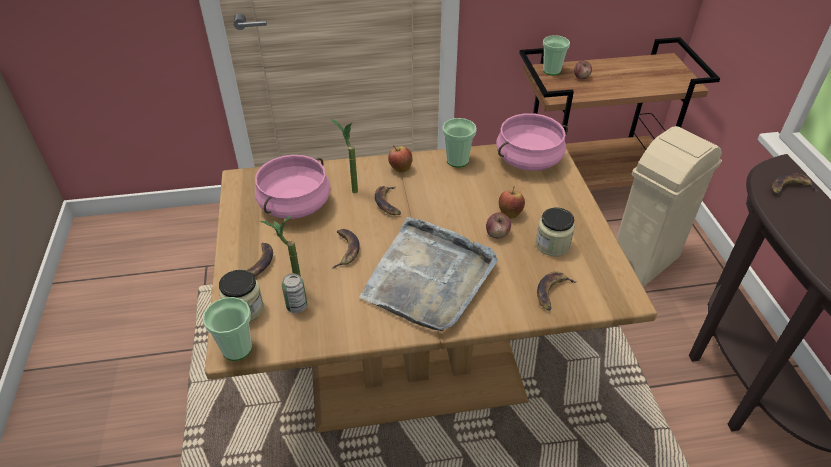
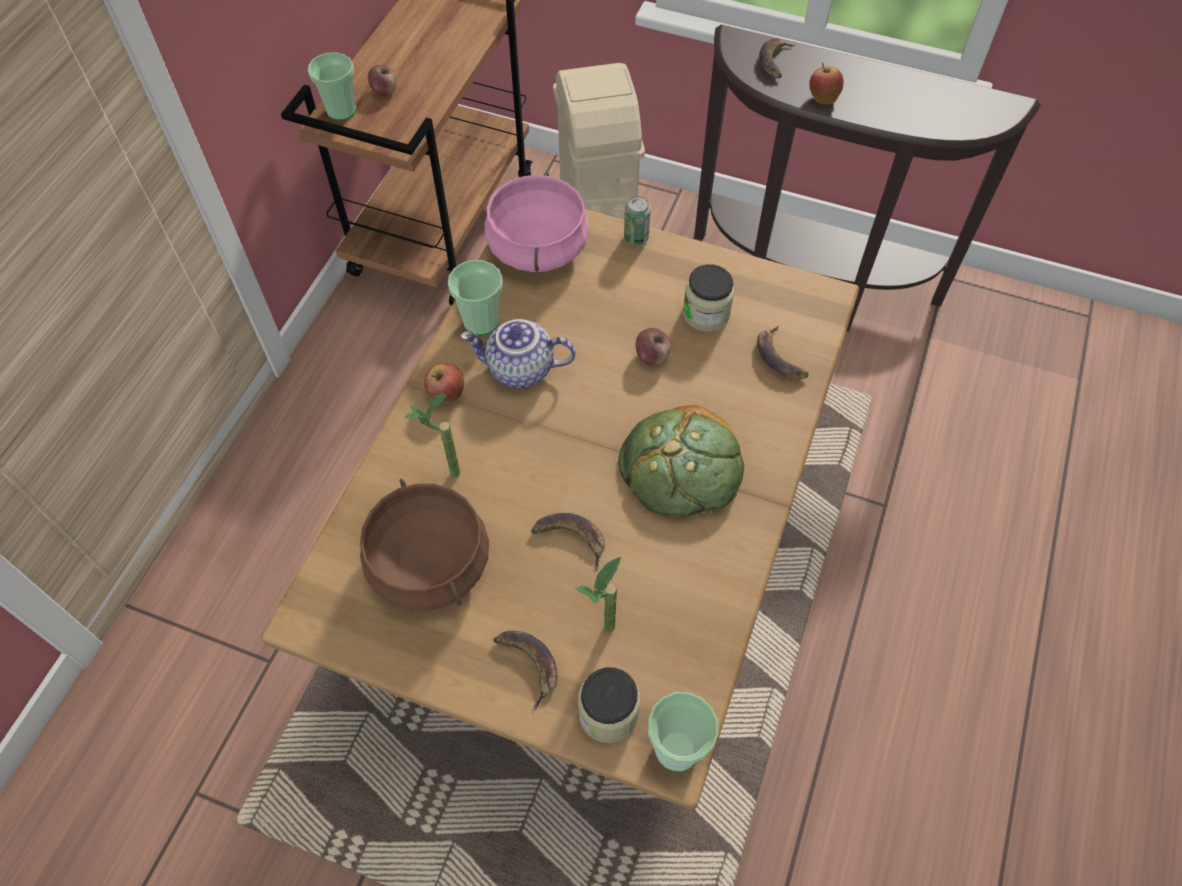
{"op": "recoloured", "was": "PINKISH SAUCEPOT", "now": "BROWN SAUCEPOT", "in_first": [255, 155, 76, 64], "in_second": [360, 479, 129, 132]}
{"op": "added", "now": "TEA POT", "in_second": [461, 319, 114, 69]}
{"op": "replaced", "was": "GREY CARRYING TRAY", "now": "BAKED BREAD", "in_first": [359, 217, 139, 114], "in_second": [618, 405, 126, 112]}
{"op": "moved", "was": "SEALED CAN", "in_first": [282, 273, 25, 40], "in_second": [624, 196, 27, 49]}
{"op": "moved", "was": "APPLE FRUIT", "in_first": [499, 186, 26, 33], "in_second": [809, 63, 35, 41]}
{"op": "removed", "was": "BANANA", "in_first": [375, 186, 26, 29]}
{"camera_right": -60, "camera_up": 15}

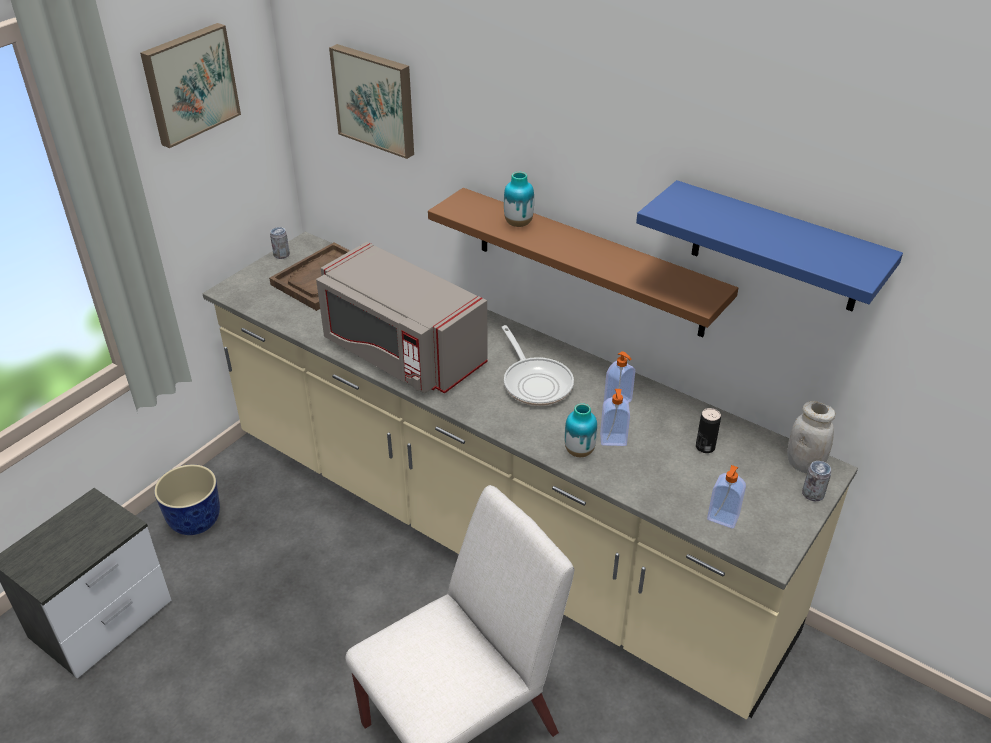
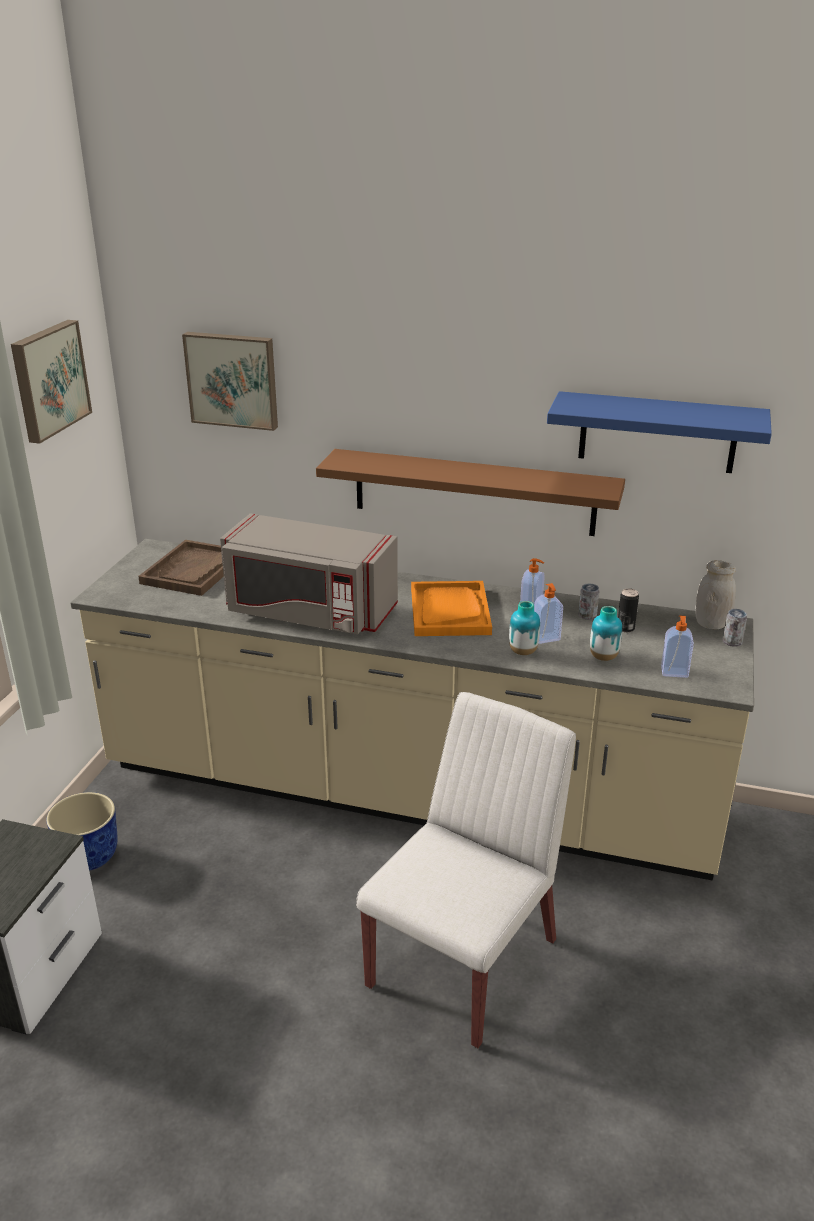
{"op": "replaced", "was": "FRYING PAN", "now": "ORANGEY CARRYING TRAY", "in_first": [502, 325, 72, 81], "in_second": [411, 581, 81, 55]}
{"op": "moved", "was": "SEALED CAN", "in_first": [270, 227, 20, 32], "in_second": [578, 583, 21, 37]}
{"op": "moved", "was": "FLOWER VASE", "in_first": [504, 172, 30, 55], "in_second": [590, 606, 32, 55]}
{"camera_right": -20, "camera_up": -10}

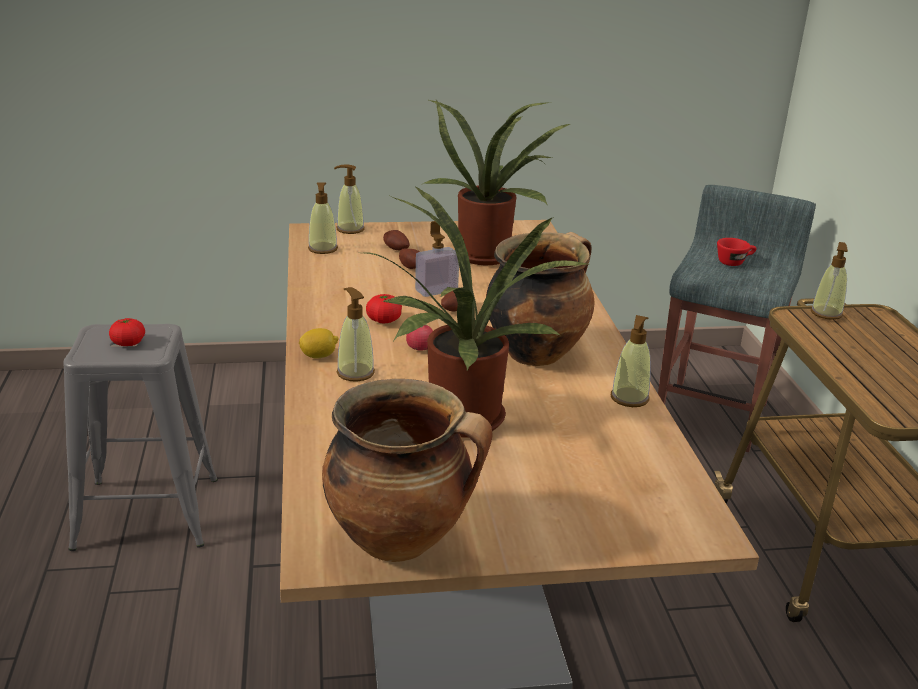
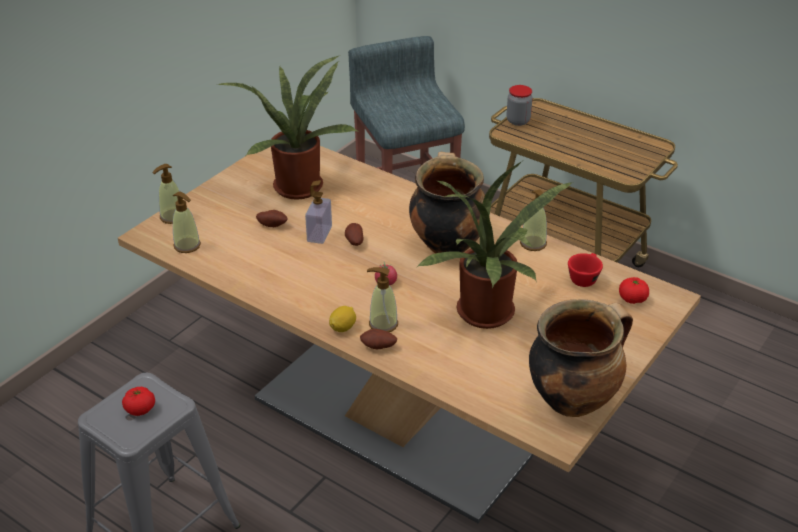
{"op": "moved", "was": "WHOLE POTATO", "in_first": [383, 230, 26, 21], "in_second": [360, 329, 37, 20]}
{"op": "replaced", "was": "SOAP BOTTLE", "now": "PRESERVE JAR", "in_first": [811, 242, 37, 78], "in_second": [506, 85, 27, 41]}
{"op": "moved", "was": "REDDISH CUP", "in_first": [717, 238, 40, 28], "in_second": [568, 253, 35, 34]}
{"op": "moved", "was": "TOMATO", "in_first": [366, 294, 36, 29], "in_second": [619, 277, 30, 27]}
{"camera_right": -45, "camera_up": 10}

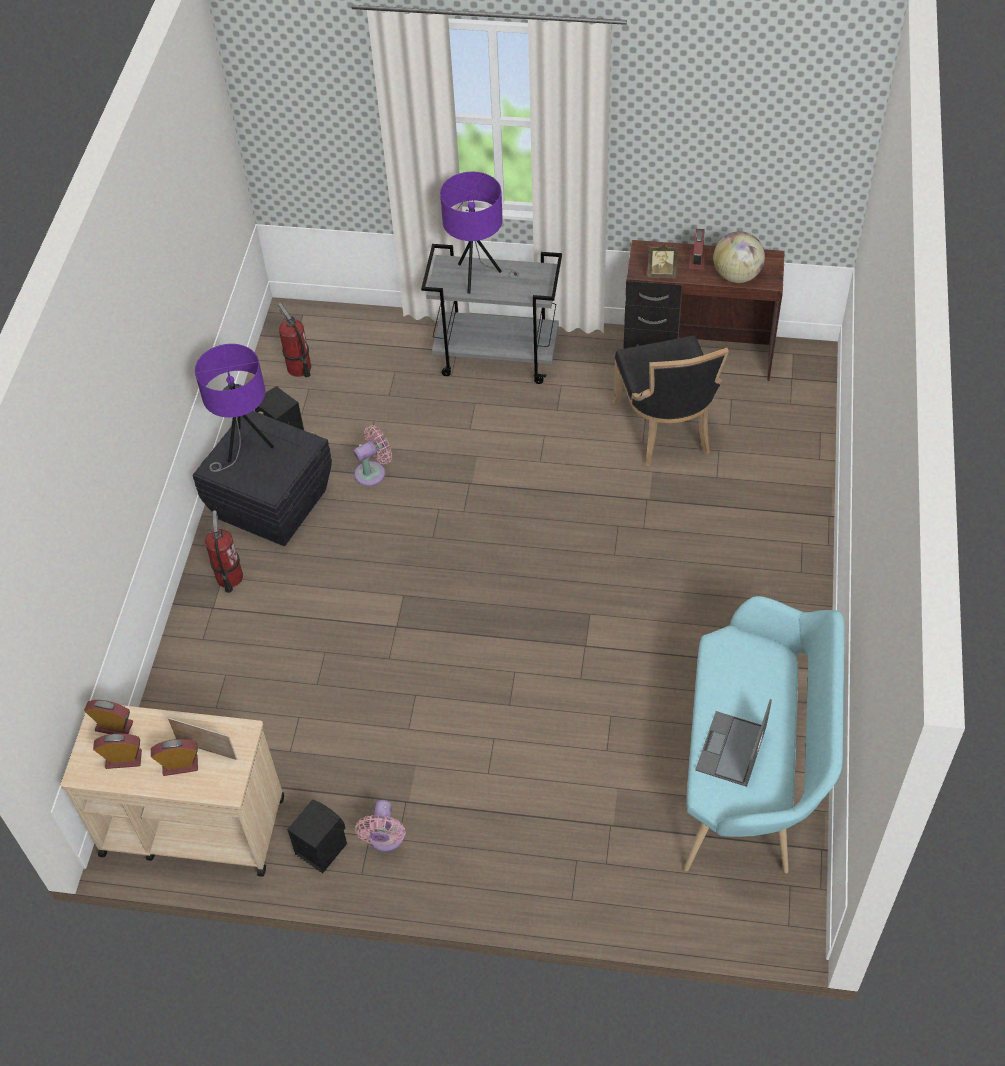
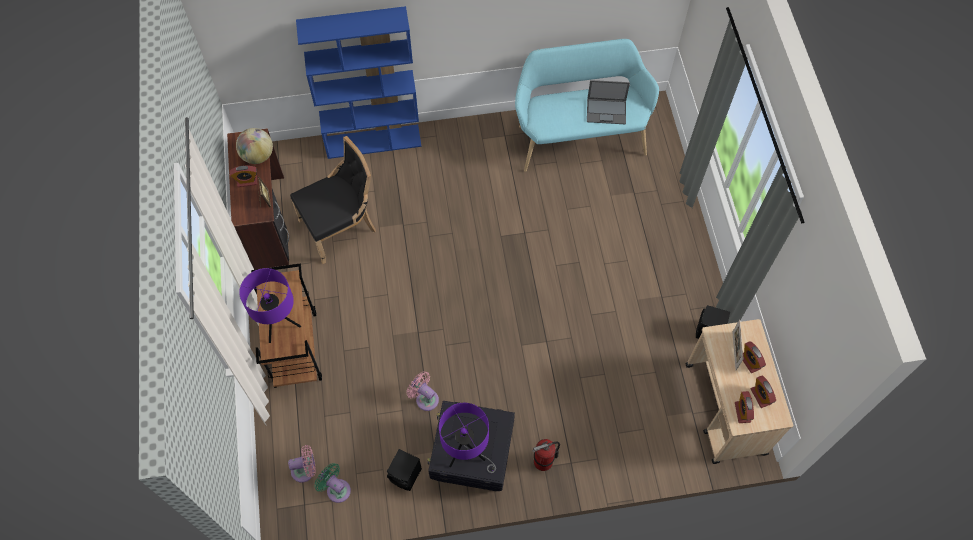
{"op": "recoloured", "was": "GREY TROLLEY", "now": "BROWN TROLLEY", "in_first": [421, 244, 141, 140], "in_second": [251, 263, 71, 125]}
{"op": "moved", "was": "PINKISH COOLING FAN", "in_first": [355, 800, 51, 52], "in_second": [288, 445, 28, 38]}
{"op": "added", "now": "BLUE-COLOURED BOOKSHELF", "in_second": [296, 6, 126, 153]}
{"op": "replaced", "was": "FIRE-FIGHTING CYLINDER", "now": "GREENISH COOLING FAN", "in_first": [278, 303, 33, 74], "in_second": [314, 463, 37, 40]}
{"camera_right": -110, "camera_up": 10}

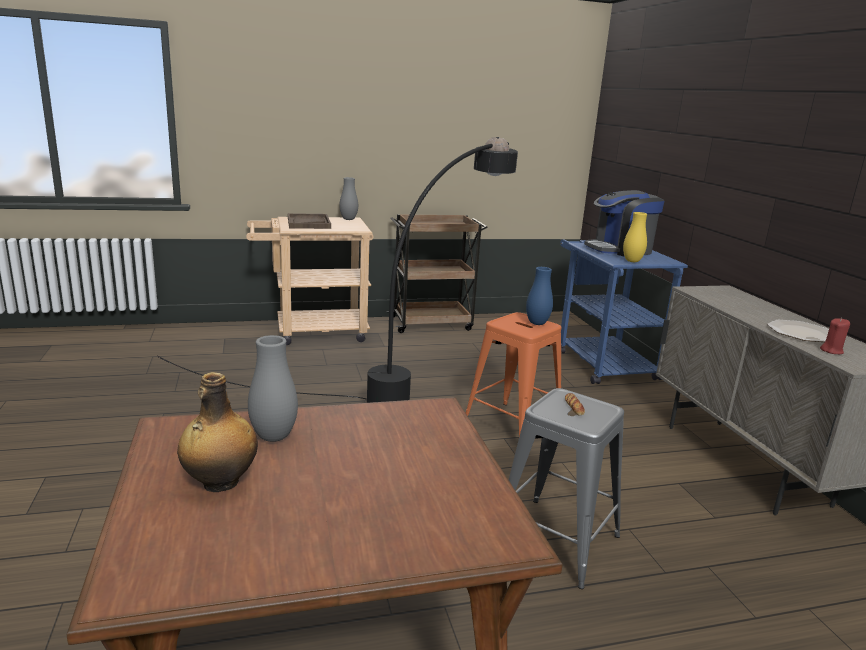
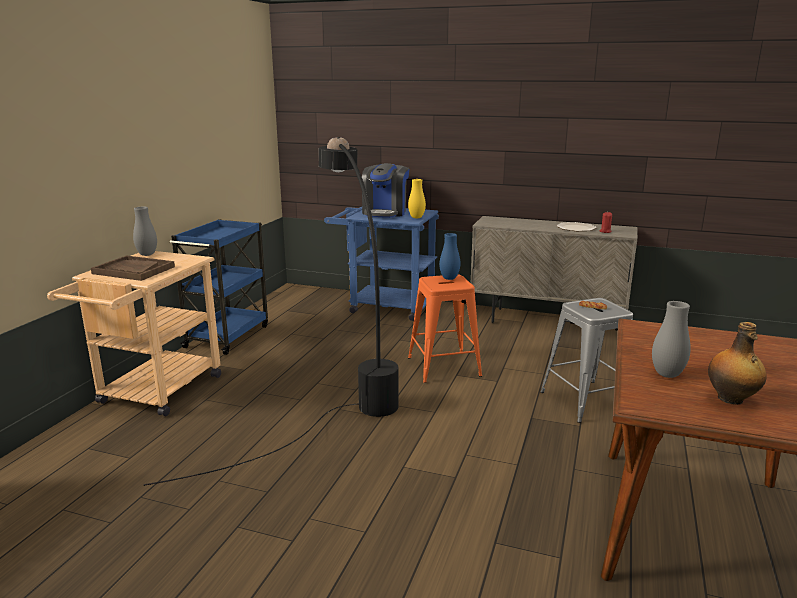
{"op": "recoloured", "was": "BROWN TROLLEY", "now": "BLUE-COLOURED TROLLEY", "in_first": [387, 214, 101, 119], "in_second": [170, 219, 98, 136]}
{"camera_right": -55, "camera_up": 0}

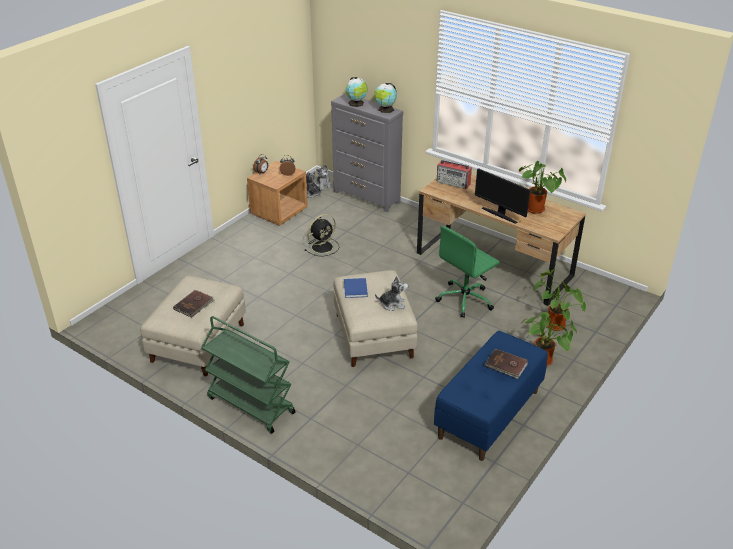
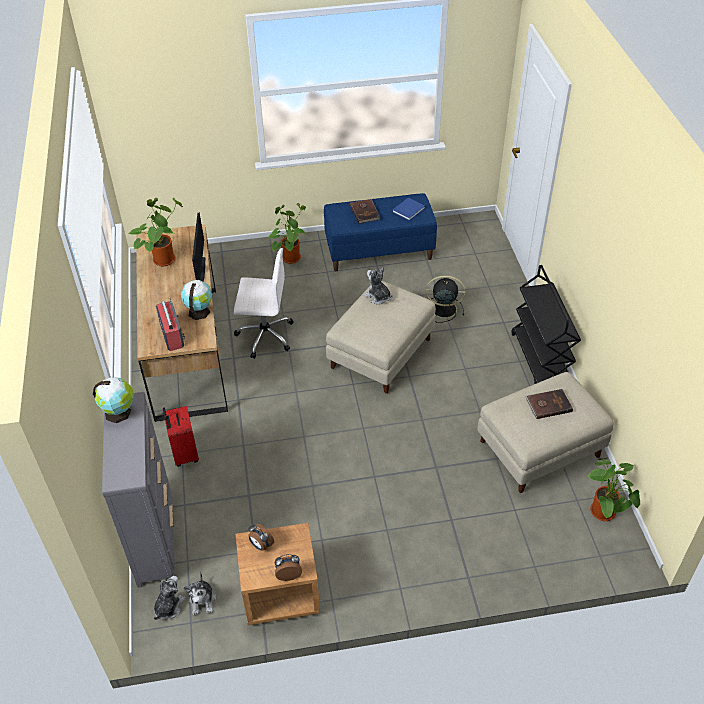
{"op": "added", "now": "REDDISH TRAVEL CASE", "in_second": [163, 406, 36, 61]}
{"op": "moved", "was": "DESK GLOBE", "in_first": [346, 77, 22, 30], "in_second": [181, 280, 32, 40]}
{"op": "recoloured", "was": "GREENISH COMPUTER CHAIR", "now": "WHITE-COLOURED COMPUTER CHAIR", "in_first": [435, 226, 65, 92], "in_second": [234, 248, 60, 111]}
{"op": "moved", "was": "BLUE-COLOURED BOOK", "in_first": [344, 278, 24, 20], "in_second": [392, 198, 33, 23]}
{"op": "moved", "was": "BLACKISH COOLING FAN", "in_first": [305, 214, 34, 42], "in_second": [426, 275, 39, 48]}
{"op": "recoloured", "was": "GREENISH TROLLEY", "now": "BLACKISH TROLLEY", "in_first": [201, 316, 95, 118], "in_second": [511, 265, 70, 119]}
{"op": "moved", "was": "HOUSEPLANT", "in_first": [534, 269, 52, 62], "in_second": [587, 458, 53, 63]}
{"camera_right": -135, "camera_up": 10}

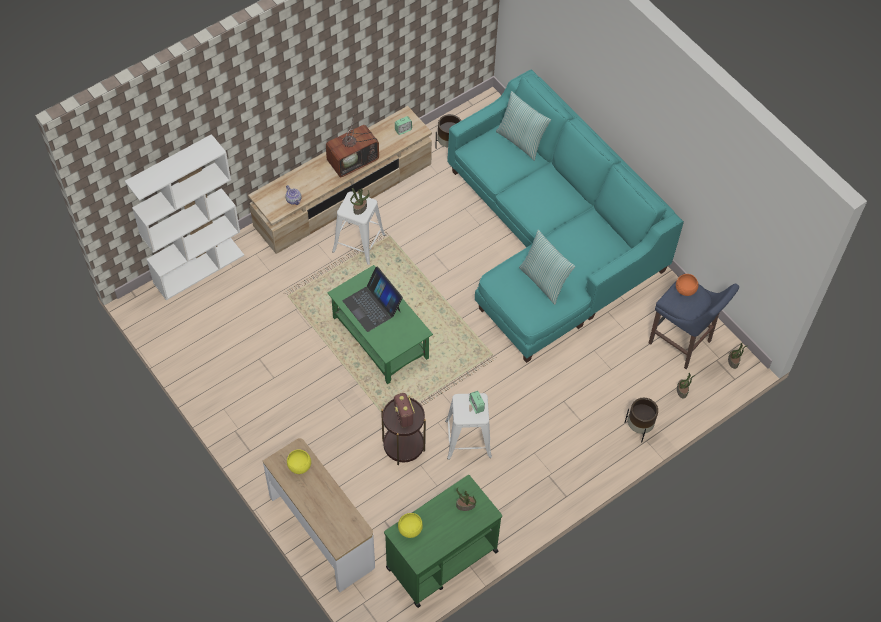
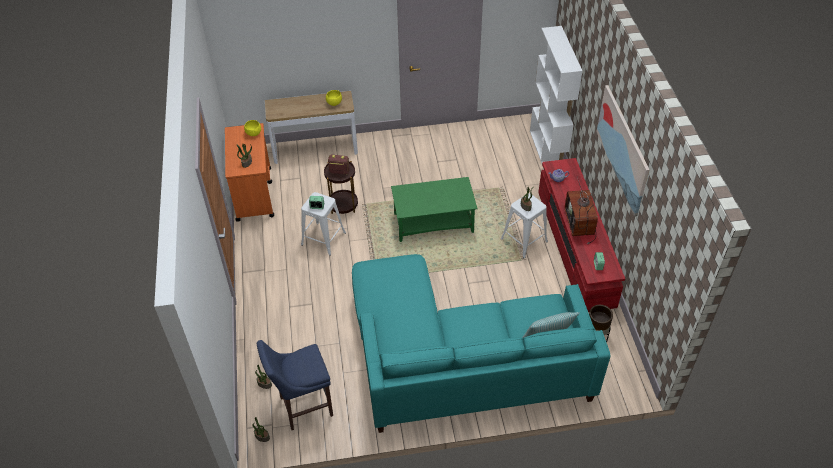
{"op": "recoloured", "was": "GREENISH TROLLEY", "now": "ORANGEY TROLLEY", "in_first": [384, 475, 118, 133], "in_second": [225, 123, 49, 99]}
{"op": "recoloured", "was": "BEIGE TV UNIT", "now": "REDDISH TV UNIT", "in_first": [248, 106, 184, 148], "in_second": [538, 158, 87, 154]}
{"op": "added", "now": "WALL ART", "in_second": [596, 85, 53, 132]}
{"op": "removed", "was": "PORTABLE COMPUTER", "in_first": [343, 266, 60, 66]}
{"op": "removed", "was": "CUSHION", "in_first": [519, 230, 56, 75]}
{"op": "removed", "was": "BROWN PLANT POT", "in_first": [624, 398, 34, 45]}
{"op": "removed", "was": "ORANGEY BOWL", "in_first": [676, 274, 22, 22]}
{"camera_right": 120, "camera_up": -10}

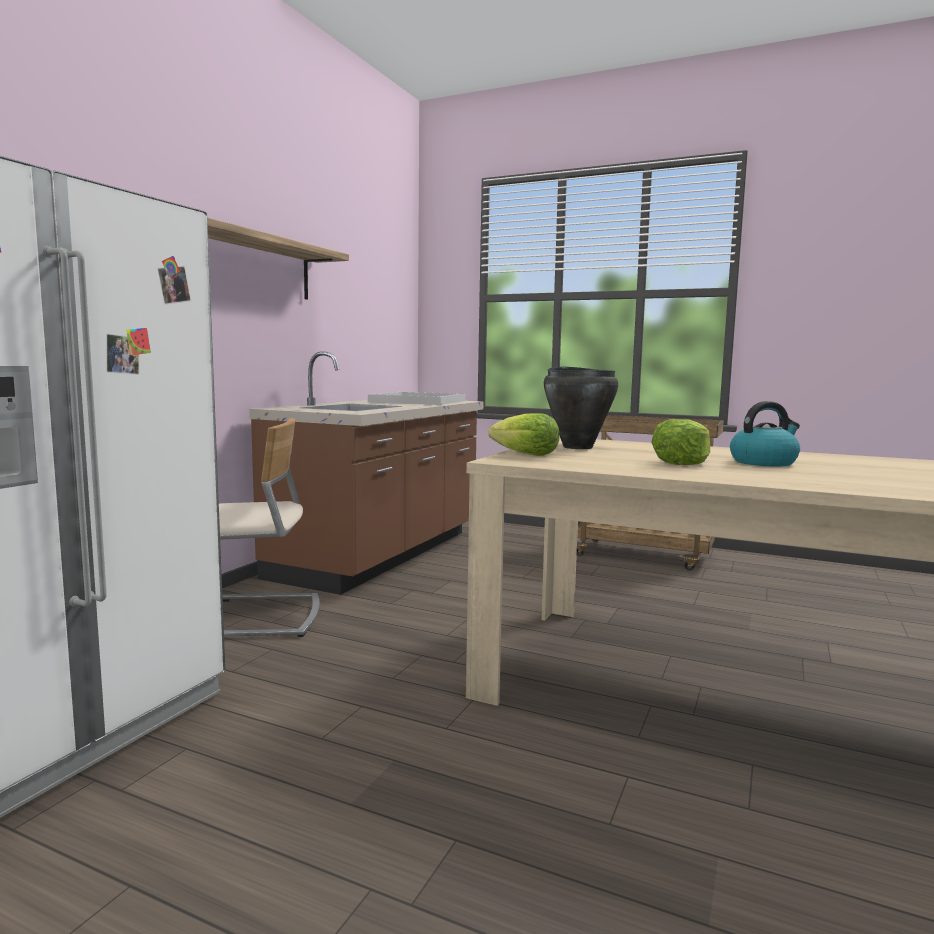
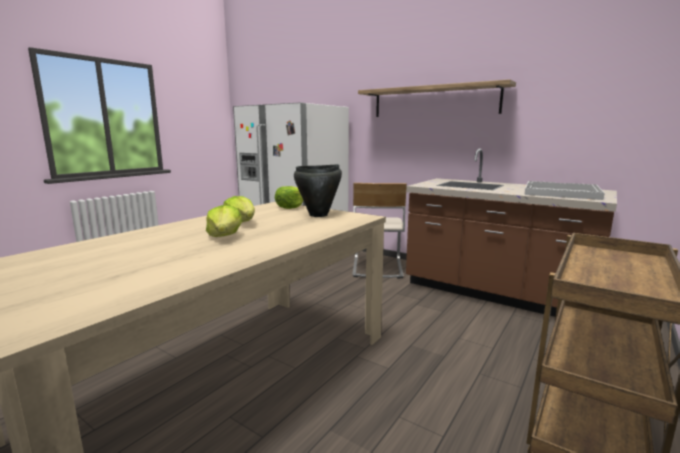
{"op": "replaced", "was": "TEA KETTLE", "now": "LETTUCE HEAD", "in_first": [730, 401, 70, 66], "in_second": [206, 205, 36, 32]}
{"camera_right": 100, "camera_up": 5}

